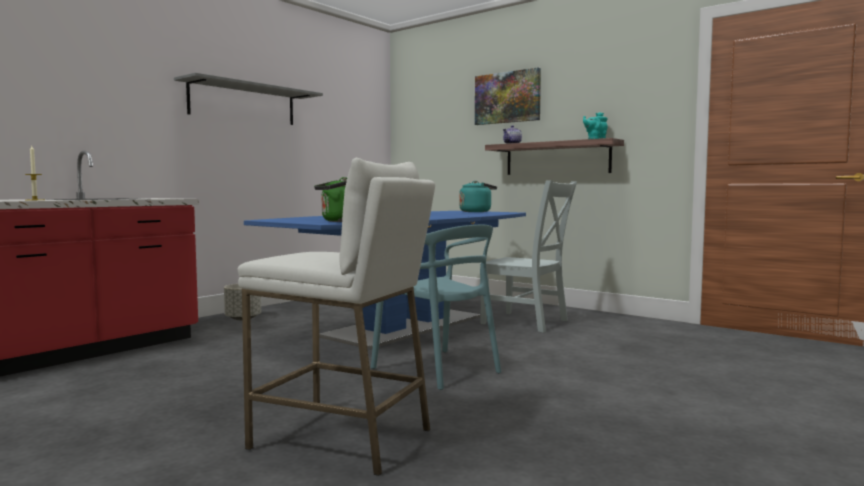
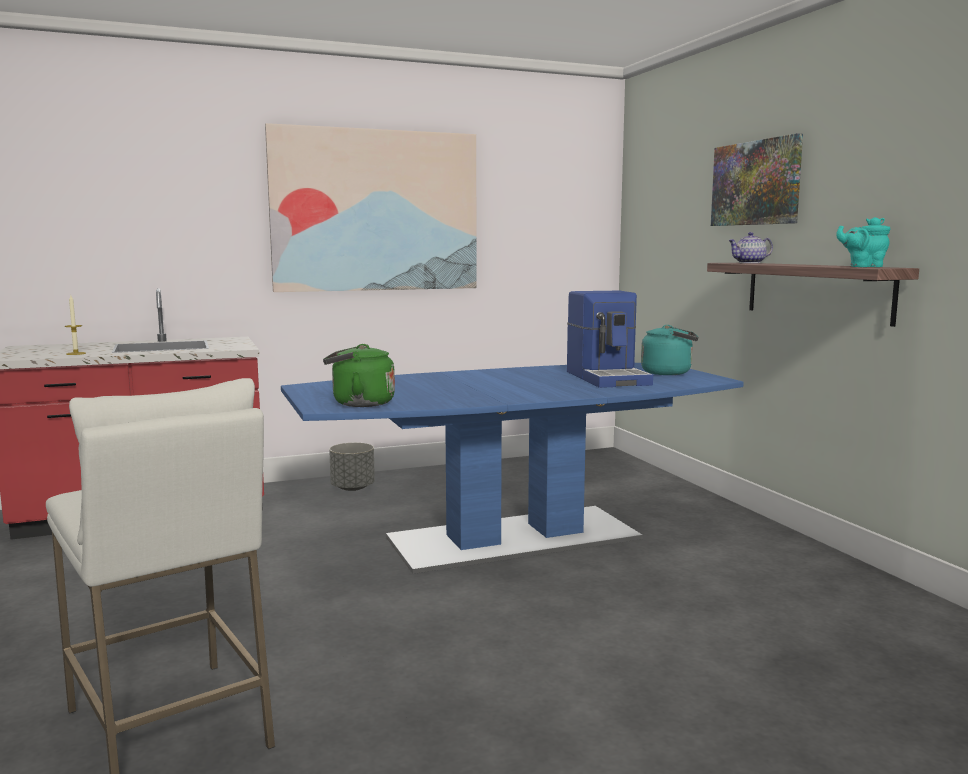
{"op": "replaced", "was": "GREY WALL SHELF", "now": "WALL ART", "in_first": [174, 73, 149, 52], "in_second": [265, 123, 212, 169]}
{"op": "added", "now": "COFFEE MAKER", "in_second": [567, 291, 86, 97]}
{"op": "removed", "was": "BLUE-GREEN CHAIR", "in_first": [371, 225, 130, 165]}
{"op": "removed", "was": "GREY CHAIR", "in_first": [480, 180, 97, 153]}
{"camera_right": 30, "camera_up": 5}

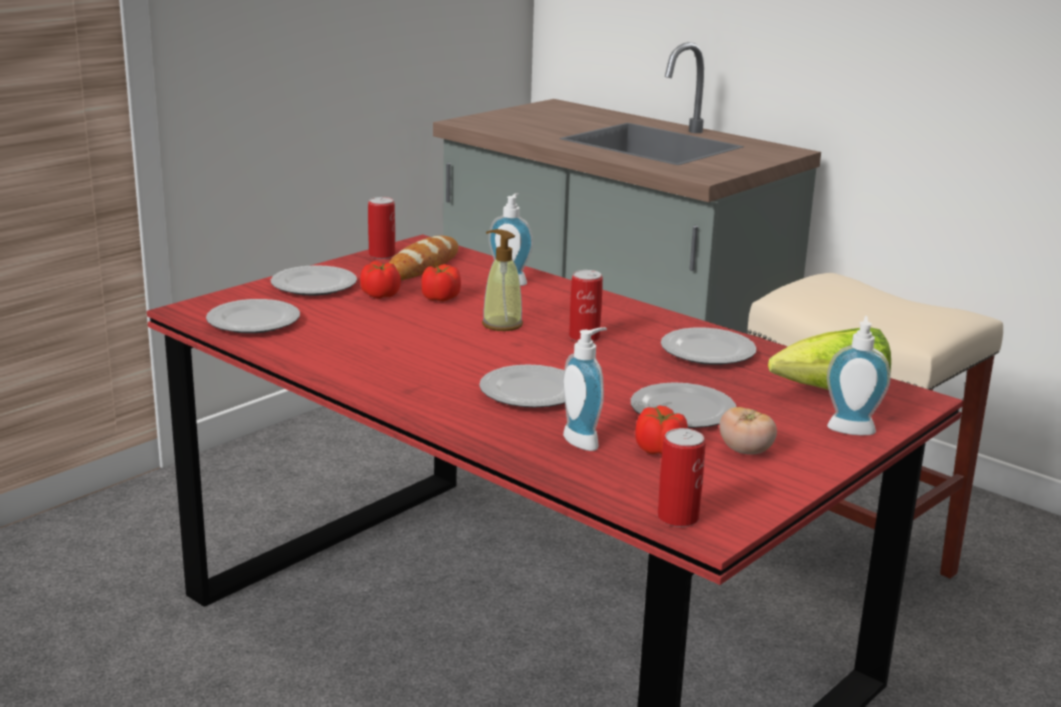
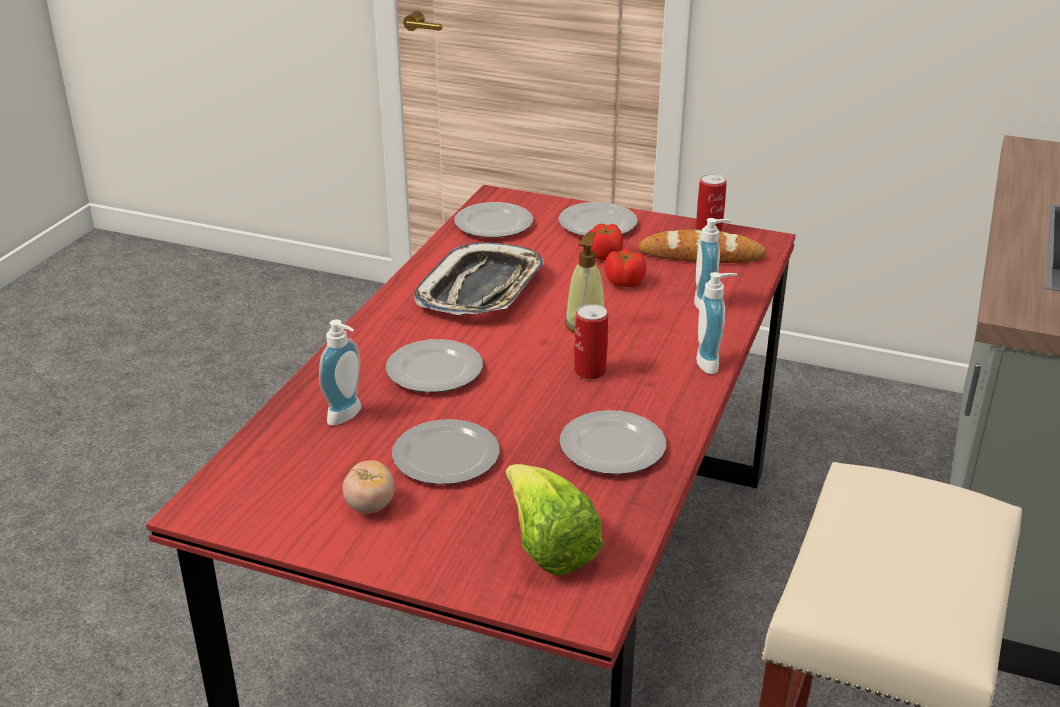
{"op": "added", "now": "CARRYING TRAY", "in_second": [414, 242, 130, 73]}
{"op": "moved", "was": "SOAP BOTTLE", "in_first": [826, 316, 65, 119], "in_second": [696, 272, 41, 102]}
{"op": "removed", "was": "TOMATO", "in_first": [635, 405, 53, 50]}
{"op": "removed", "was": "SEALED CAN", "in_first": [658, 428, 48, 99]}
{"camera_right": 70, "camera_up": 10}

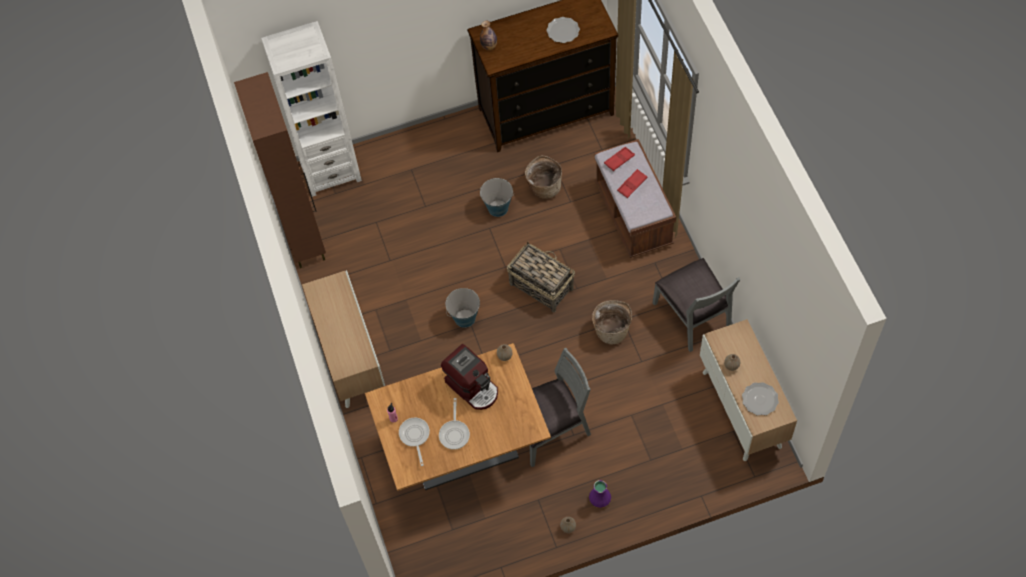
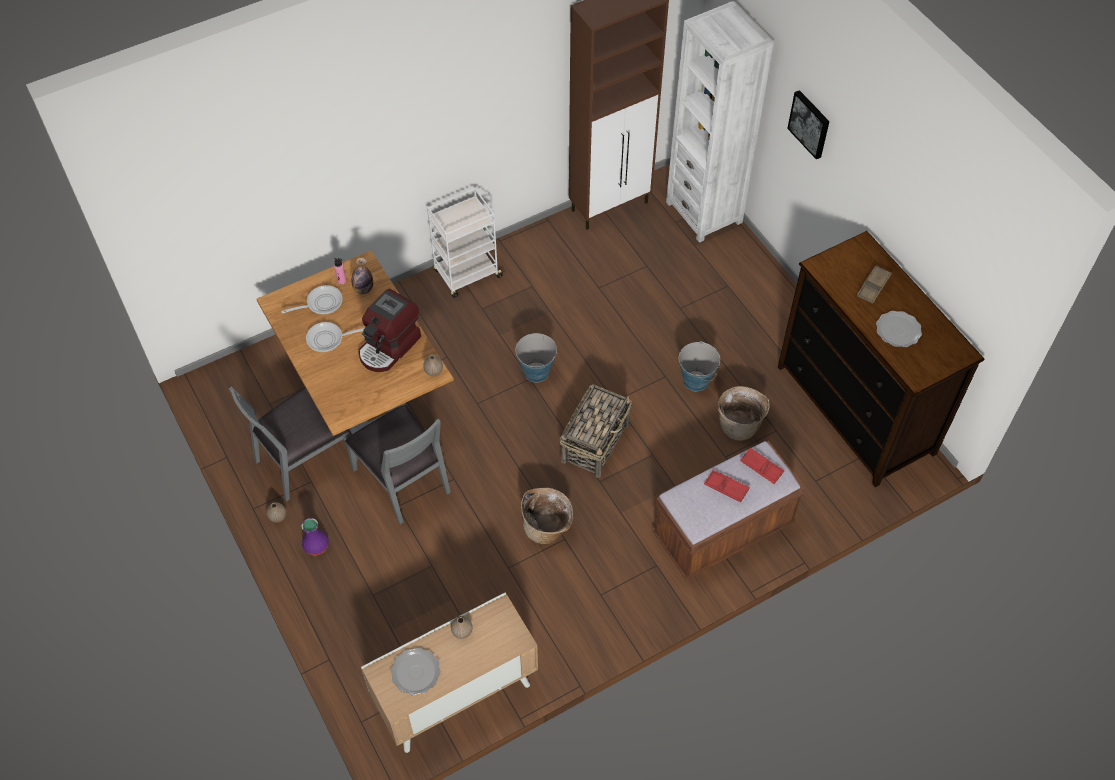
{"op": "moved", "was": "GREY CHAIR", "in_first": [653, 258, 87, 94], "in_second": [229, 386, 129, 116]}
{"op": "moved", "was": "DRINK BOTTLE", "in_first": [480, 21, 17, 29], "in_second": [351, 258, 22, 36]}
{"op": "replaced", "was": "CUPBOARD", "now": "WHITE-COLOURED TROLLEY", "in_first": [302, 270, 83, 138], "in_second": [427, 188, 78, 110]}
{"op": "added", "now": "WALL ART", "in_second": [787, 90, 42, 69]}
{"op": "added", "now": "BROWN CARRYING TRAY", "in_second": [856, 265, 36, 39]}
{"camera_right": 75, "camera_up": -5}

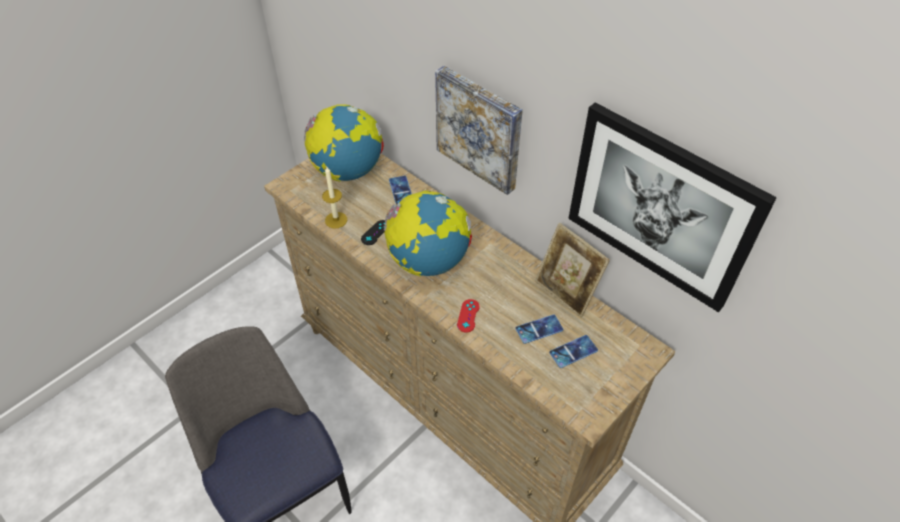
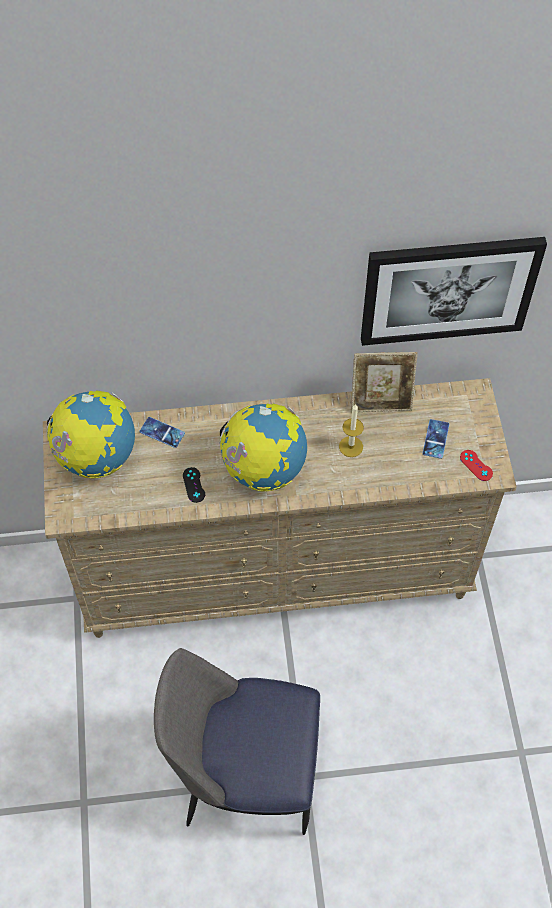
{"op": "moved", "was": "WAX CANDLE", "in_first": [322, 167, 25, 62], "in_second": [339, 404, 25, 53]}
{"op": "moved", "was": "REDDISH GAMEPAD", "in_first": [457, 299, 22, 34], "in_second": [460, 450, 33, 31]}
{"op": "removed", "was": "WALL ART", "in_first": [435, 66, 88, 129]}
{"op": "removed", "was": "TELEPHONE", "in_first": [515, 315, 48, 29]}
{"camera_right": -50, "camera_up": 10}

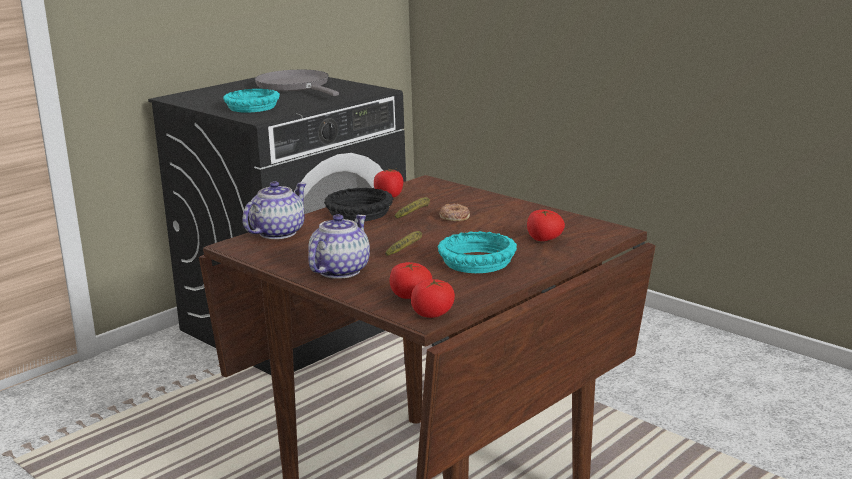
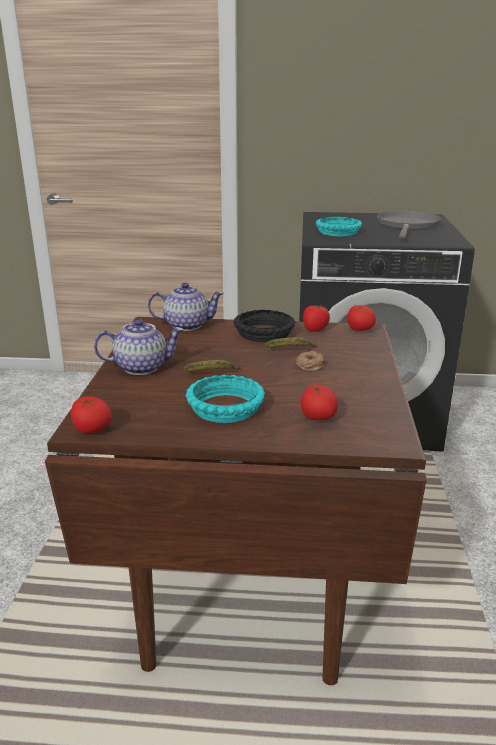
{"op": "moved", "was": "TOMATO", "in_first": [390, 262, 42, 37], "in_second": [347, 305, 29, 26]}
{"camera_right": 50, "camera_up": 5}

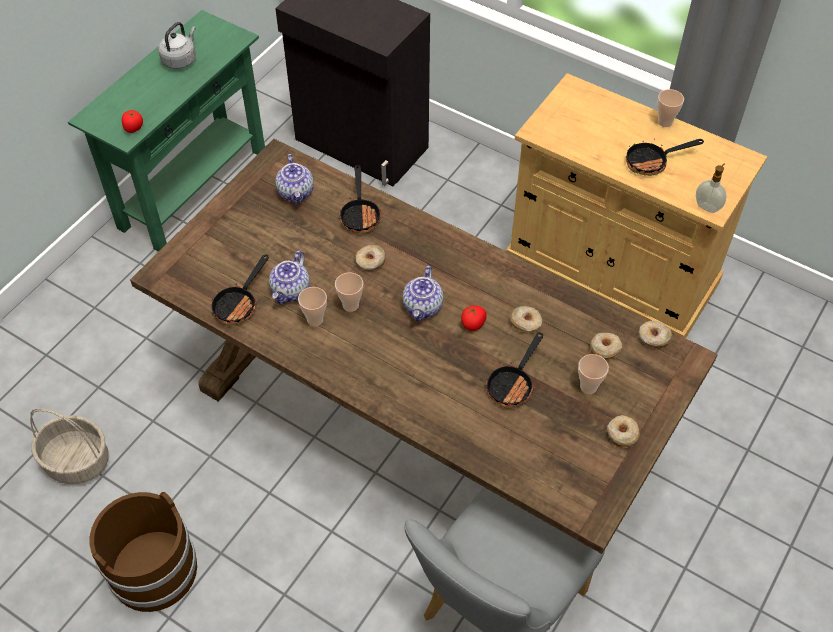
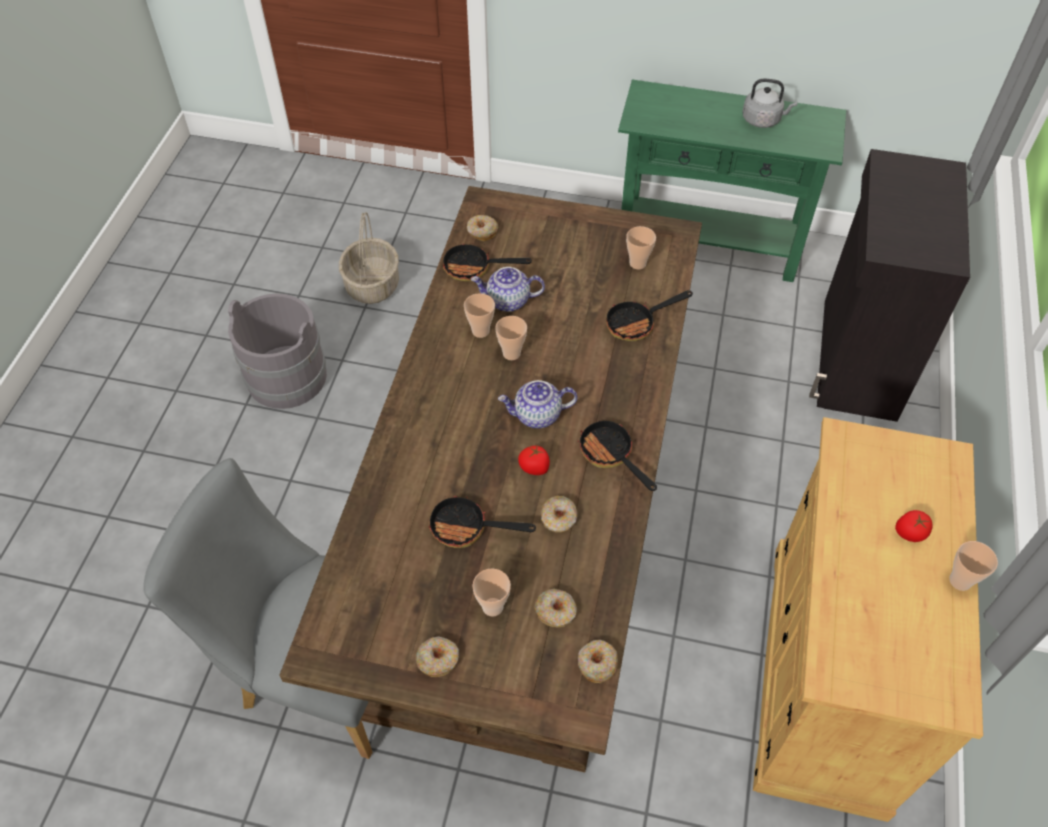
{"op": "recoloured", "was": "BROWN BUCKET", "now": "GREY BUCKET", "in_first": [90, 492, 107, 120], "in_second": [228, 294, 99, 115]}
{"op": "moved", "was": "DOUGHNUT", "in_first": [356, 245, 30, 26], "in_second": [467, 215, 31, 26]}
{"op": "moved", "was": "FRYING PAN", "in_first": [626, 135, 78, 41], "in_second": [578, 419, 79, 72]}
{"op": "replaced", "was": "TEA POT", "now": "CUP", "in_first": [275, 154, 39, 50], "in_second": [626, 226, 30, 43]}
{"op": "moved", "was": "TOMATO", "in_first": [122, 110, 21, 23], "in_second": [895, 510, 38, 32]}
{"op": "removed", "was": "SOAP BOTTLE", "in_first": [696, 164, 30, 49]}
{"camera_right": 70, "camera_up": 0}

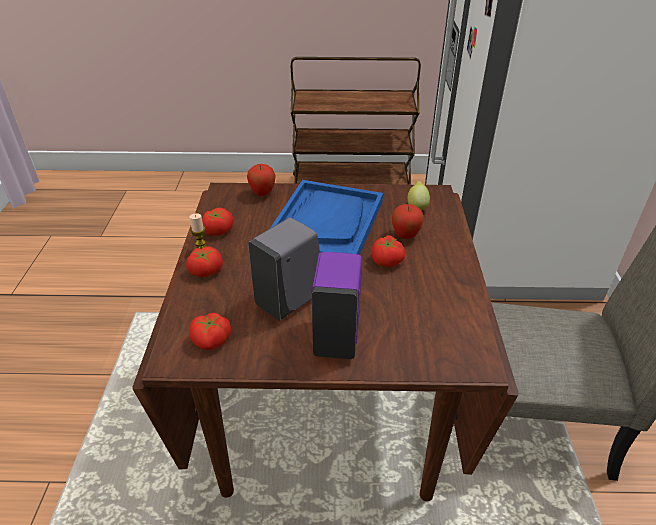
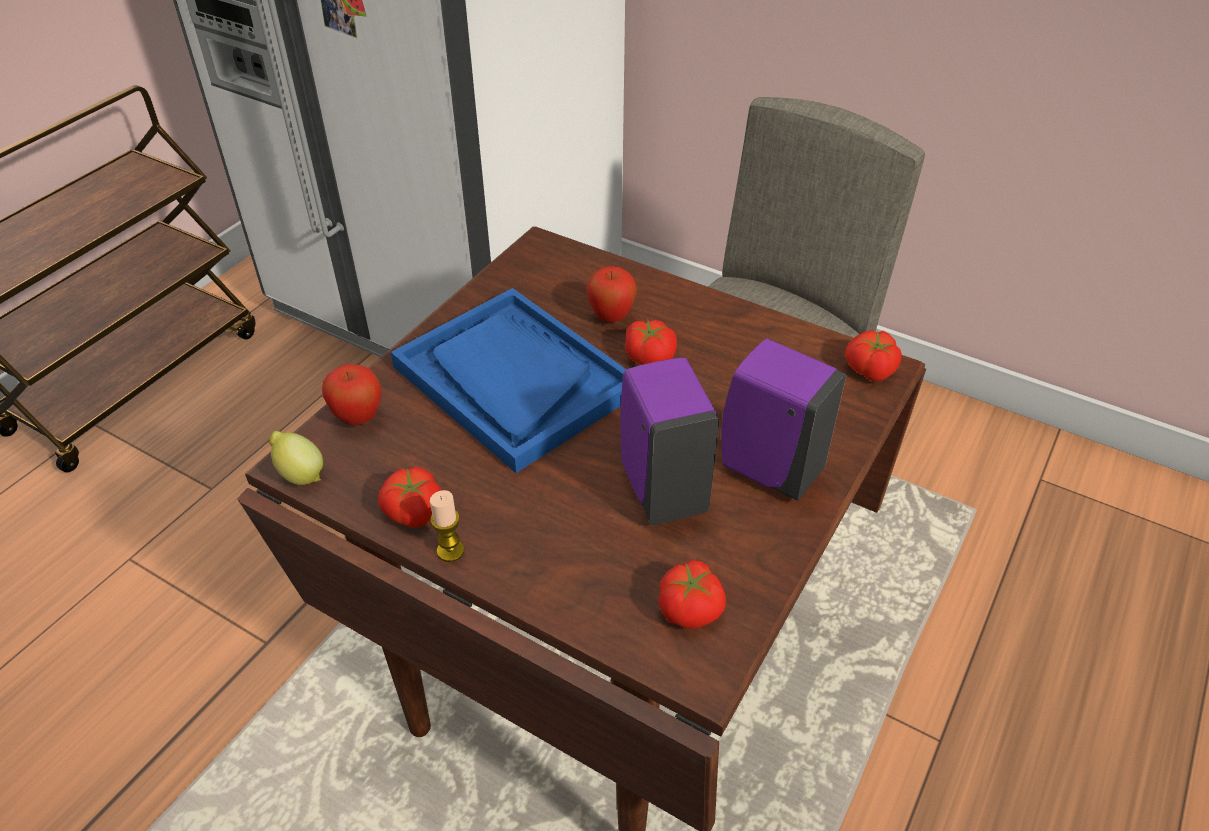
{"op": "moved", "was": "LEMON", "in_first": [408, 181, 22, 30], "in_second": [269, 431, 54, 54]}
{"op": "recoloured", "was": "GREY SOAP BOTTLE", "now": "PURPLE-COLOURED SOAP BOTTLE", "in_first": [248, 218, 72, 103], "in_second": [620, 358, 99, 167]}
{"op": "moved", "was": "TOMATO", "in_first": [186, 247, 37, 30], "in_second": [845, 330, 57, 51]}
{"camera_right": -60, "camera_up": 5}

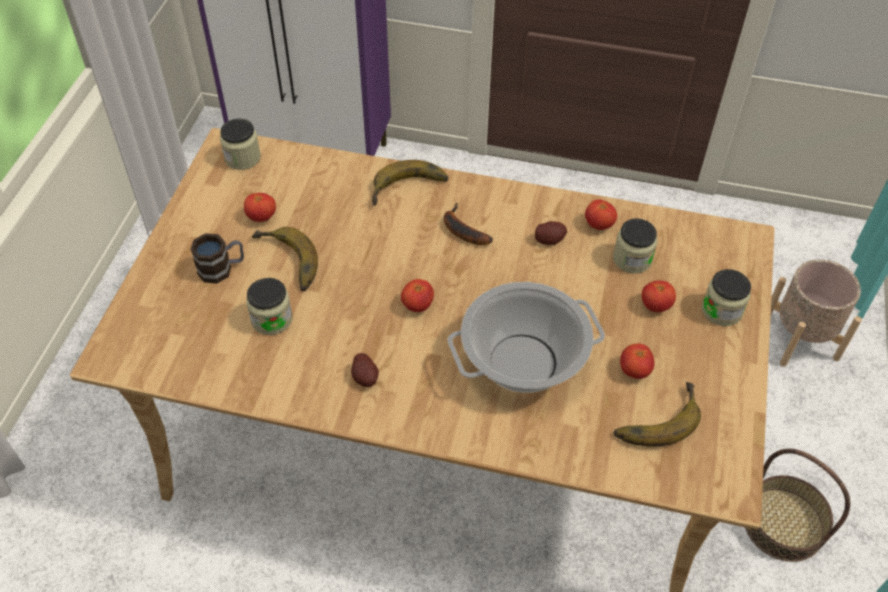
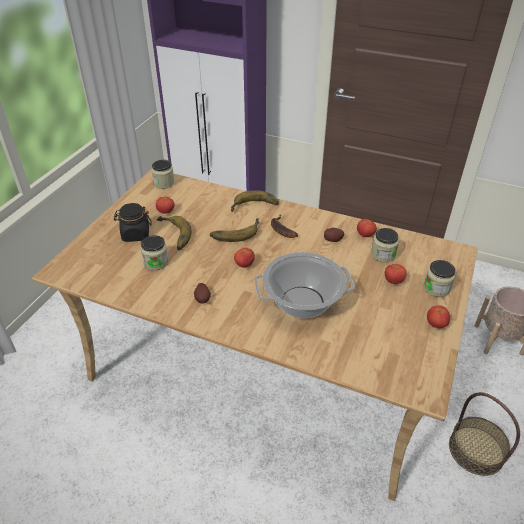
{"op": "replaced", "was": "COFFEE MUG", "now": "BLACKISH PRESERVE JAR", "in_first": [190, 233, 54, 50], "in_second": [114, 203, 38, 39]}
{"op": "moved", "was": "BANANA", "in_first": [613, 382, 88, 64], "in_second": [210, 218, 49, 24]}
{"op": "moved", "was": "TOMATO", "in_first": [620, 343, 35, 36], "in_second": [427, 305, 23, 23]}
{"camera_right": 10, "camera_up": -10}

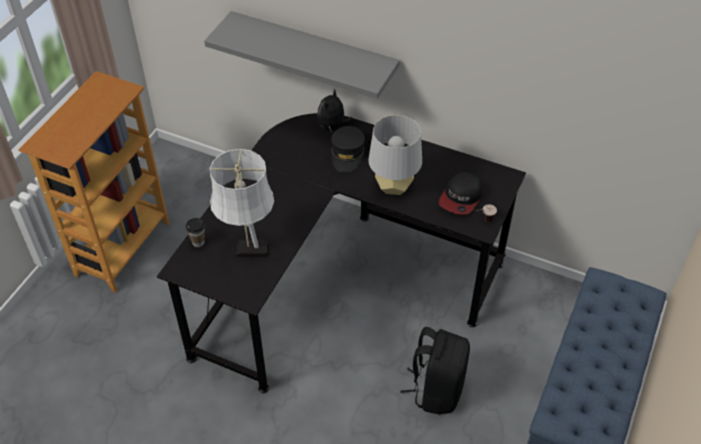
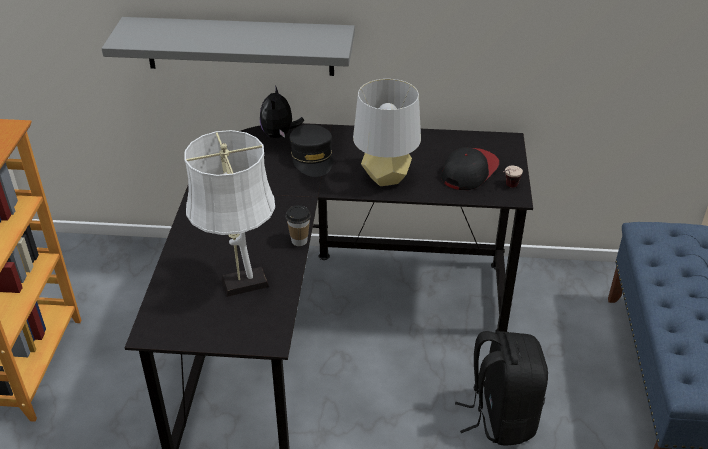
{"op": "moved", "was": "CUP", "in_first": [186, 218, 19, 29], "in_second": [285, 205, 26, 41]}
{"op": "turned", "was": "BASEBALL CAP", "in_first": [439, 172, 43, 43], "in_second": [441, 147, 58, 43], "clockwise": -150}
{"camera_right": -20, "camera_up": -10}

